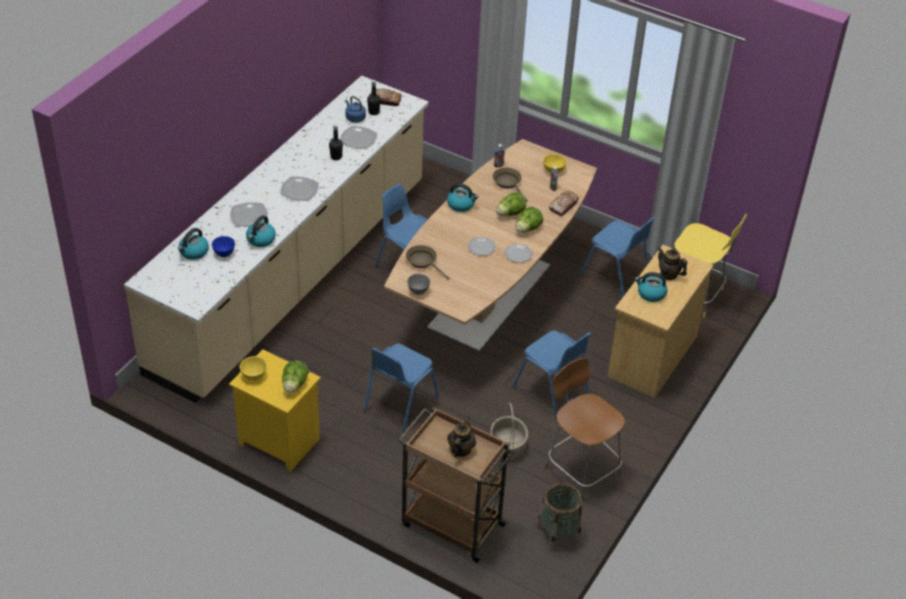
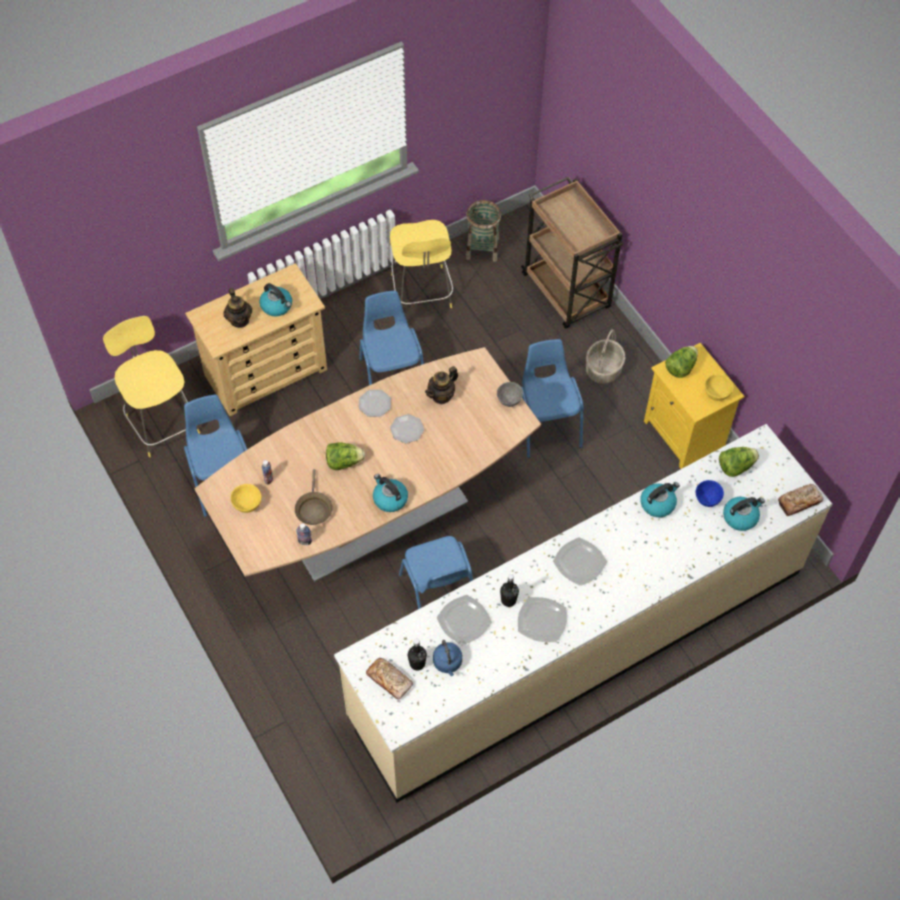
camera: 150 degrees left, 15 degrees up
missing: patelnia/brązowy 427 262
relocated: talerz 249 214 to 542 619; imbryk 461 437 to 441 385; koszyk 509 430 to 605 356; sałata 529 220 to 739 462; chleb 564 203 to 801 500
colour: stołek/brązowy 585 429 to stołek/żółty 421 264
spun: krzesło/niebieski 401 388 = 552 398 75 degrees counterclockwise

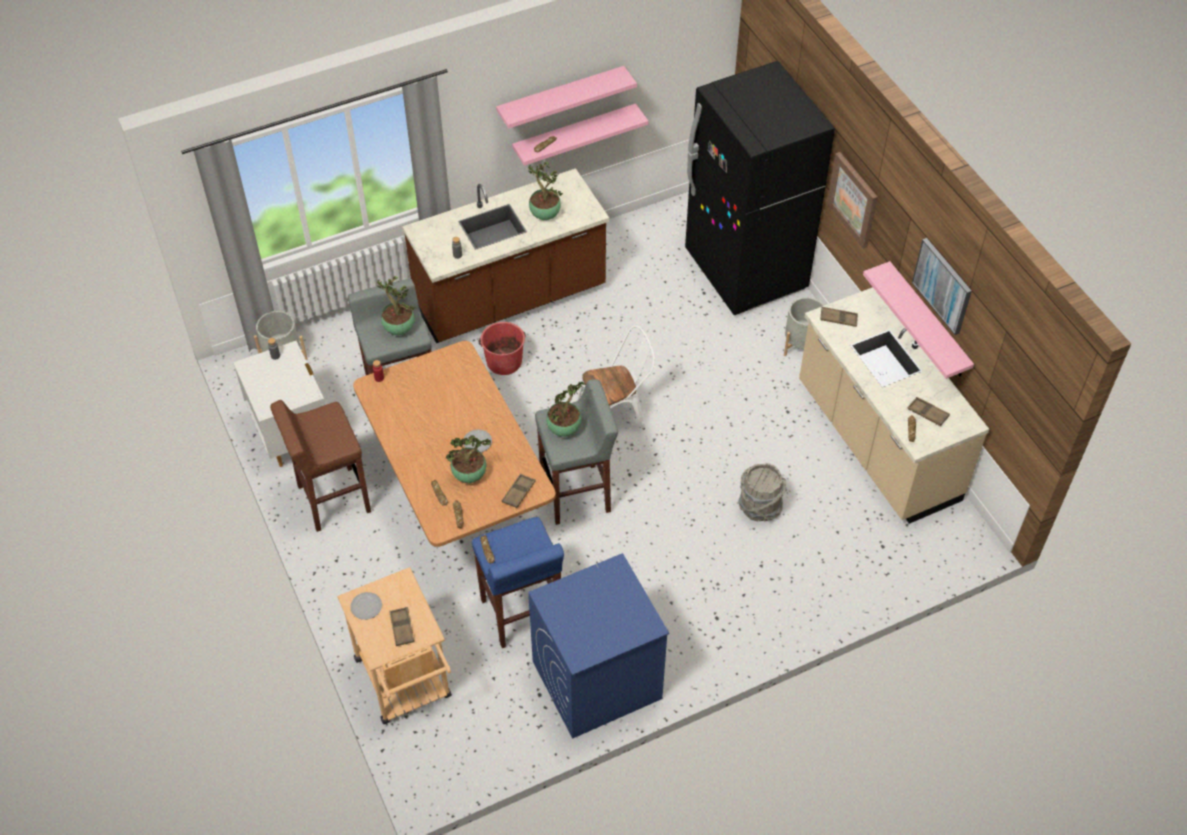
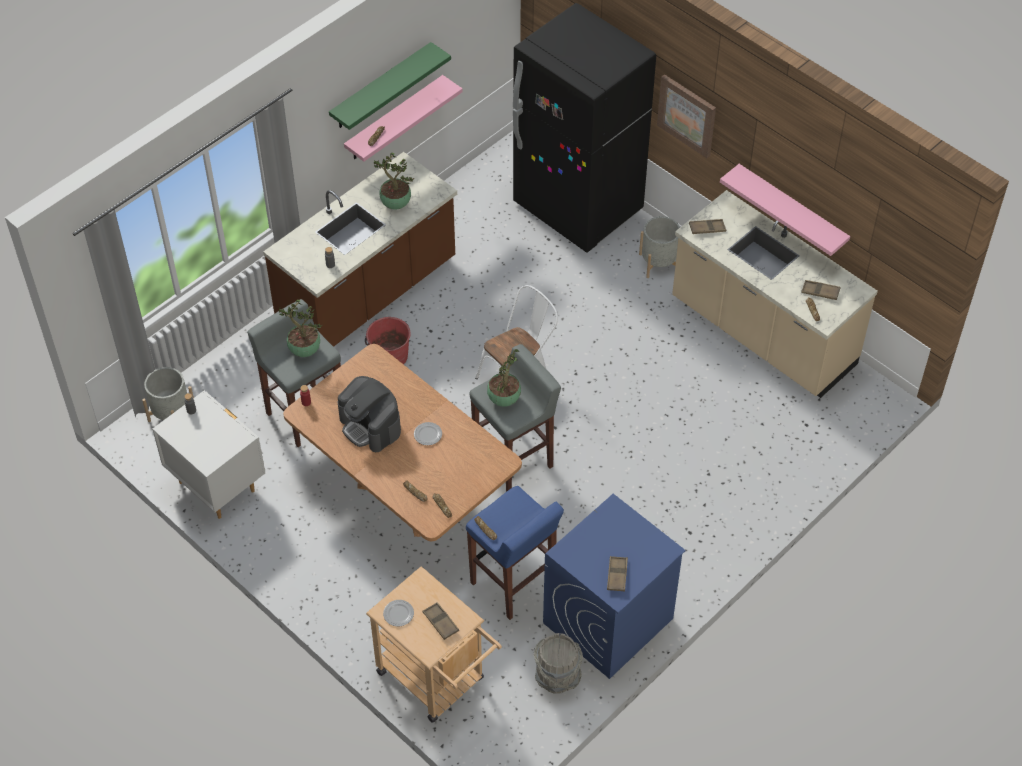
camera: 20 degrees left, 0 degrees up
missing: stołek/brązowy 320 466; roślina doniczkowa 469 459; obraz 942 286
appeared: ekspres do kawy 369 414
relocated: taca/brązowy 519 491 to 617 573; wiadro/szary 762 492 to 558 663
colour: półka/różowy 566 97 to półka/zielony 390 86

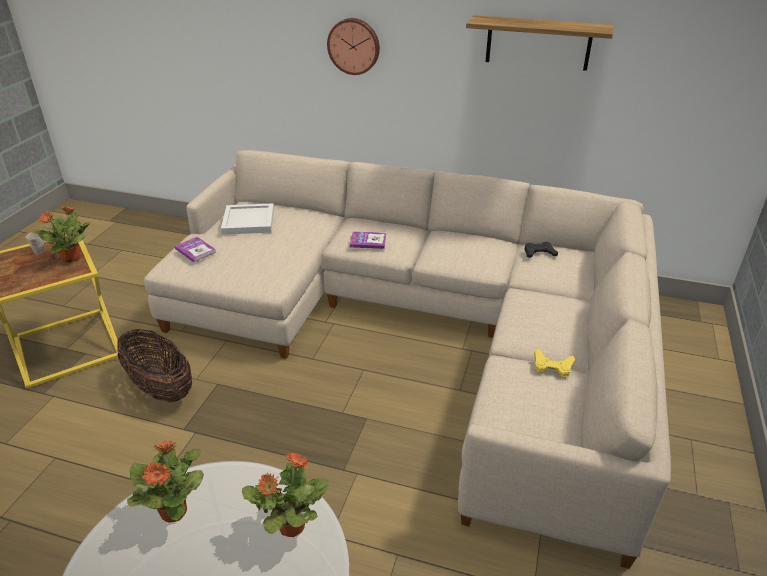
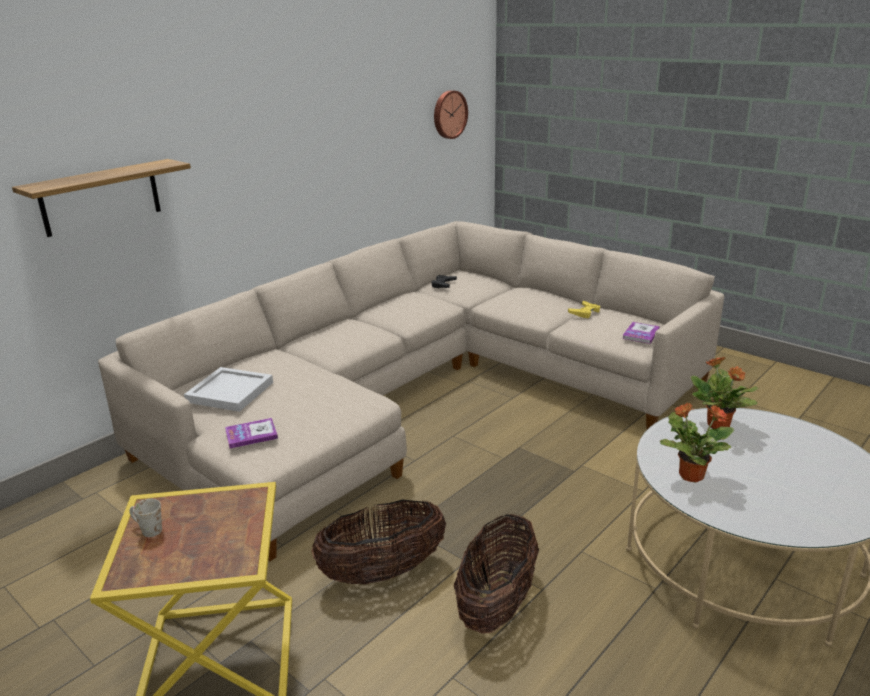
camera: 65 degrees left, 10 degrees down
missing: roślina doniczkowa 61 234
appeared: koszyk 496 573
relocated: zegar ścienny 353 46 to 451 114; książka 368 240 to 641 333; półka 539 43 to 101 198

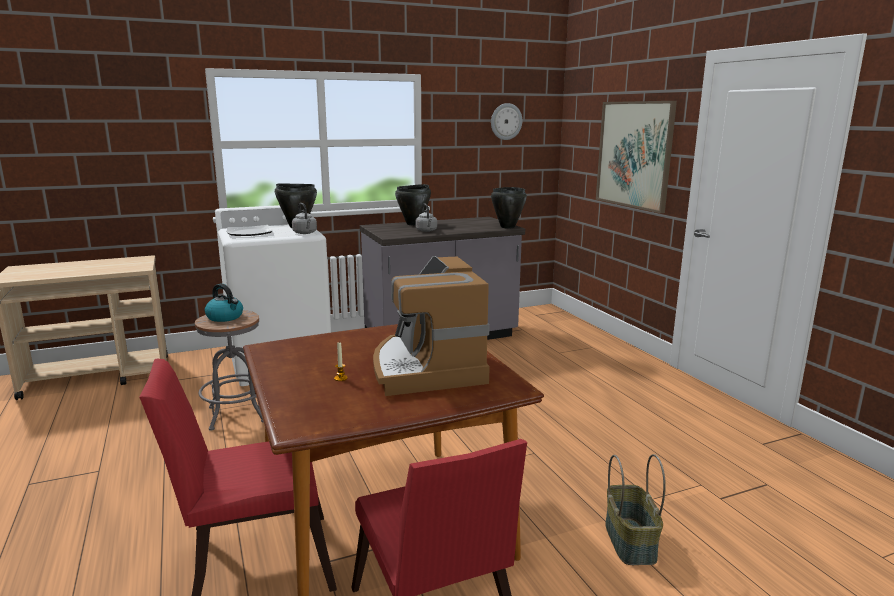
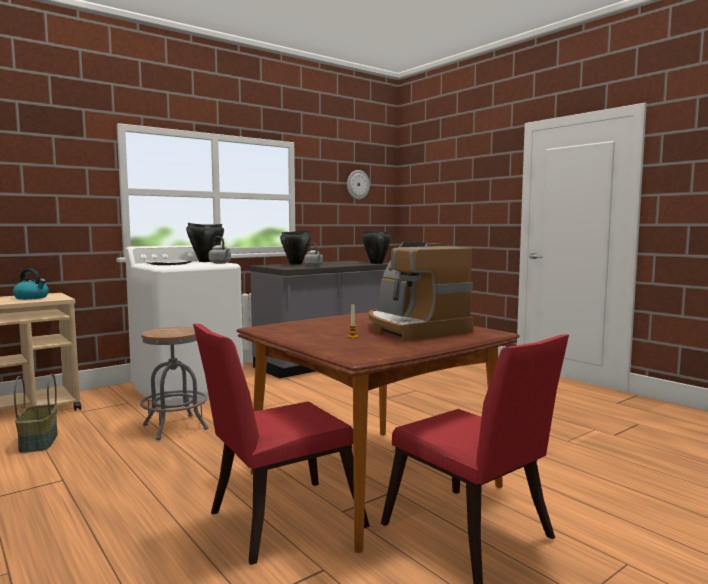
camera: 15 degrees left, 10 degrees down
missing: obraz 636 157
relocated: czajnik 224 302 to 31 284; koszyk 635 509 to 36 413

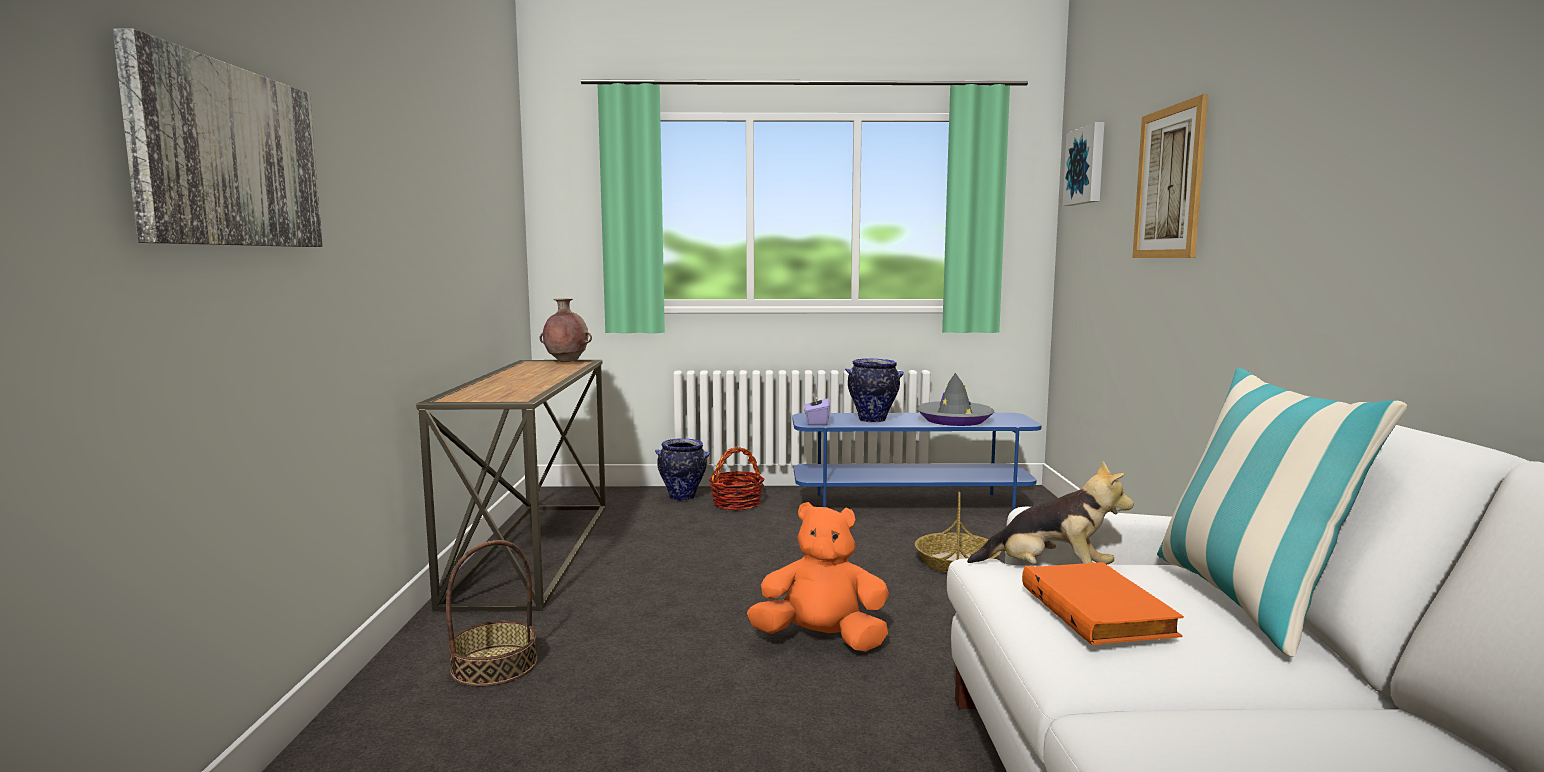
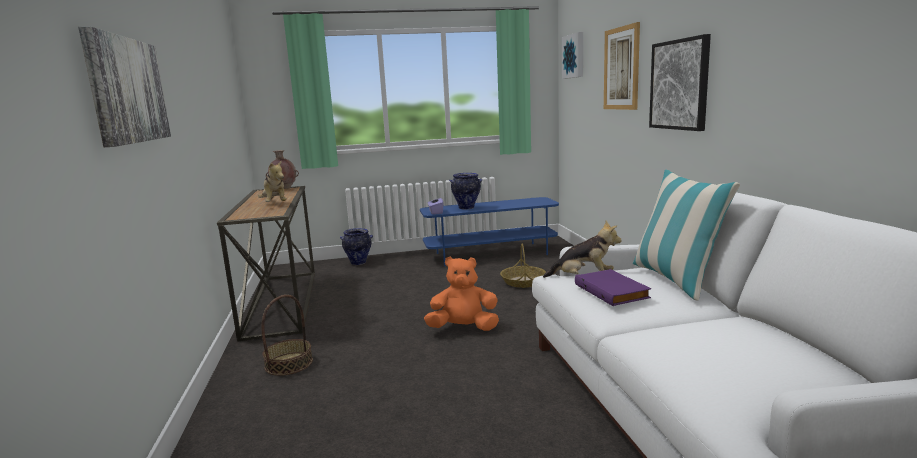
camera: 10 degrees left, 5 degrees up
missing: koszyk 737 478; kapelusz/szary 955 399
appeared: pluszak 272 181; obraz 680 82
colour: książka/pomarańczowy 1103 603 to książka/fioletowy 613 287

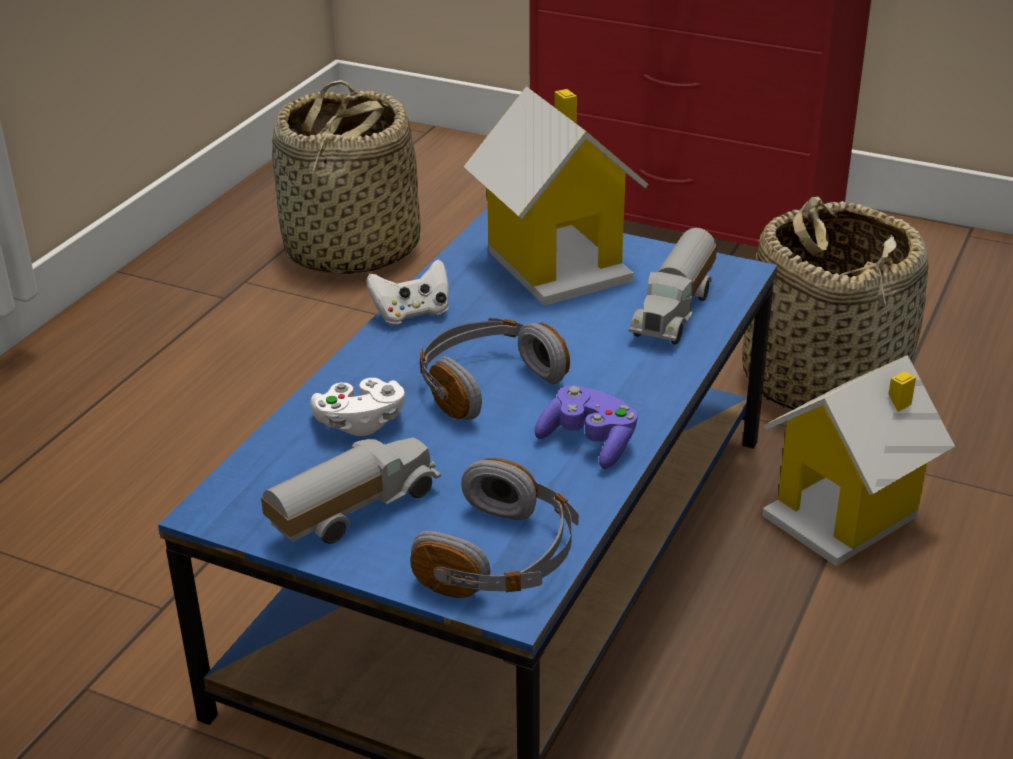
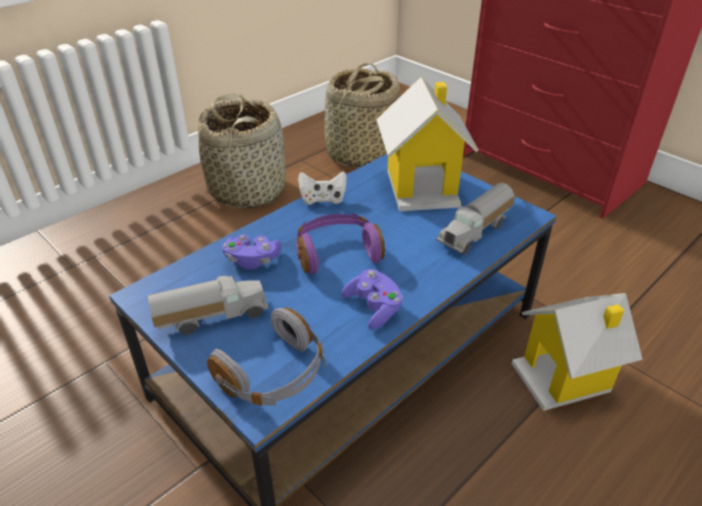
camera: 20 degrees right, 5 degrees up
relocated: koszyk 835 304 to 242 151
colour: pad do gier/biały 357 407 to pad do gier/fioletowy 252 252; słuchawki/szary 495 369 to słuchawki/fioletowy 340 244

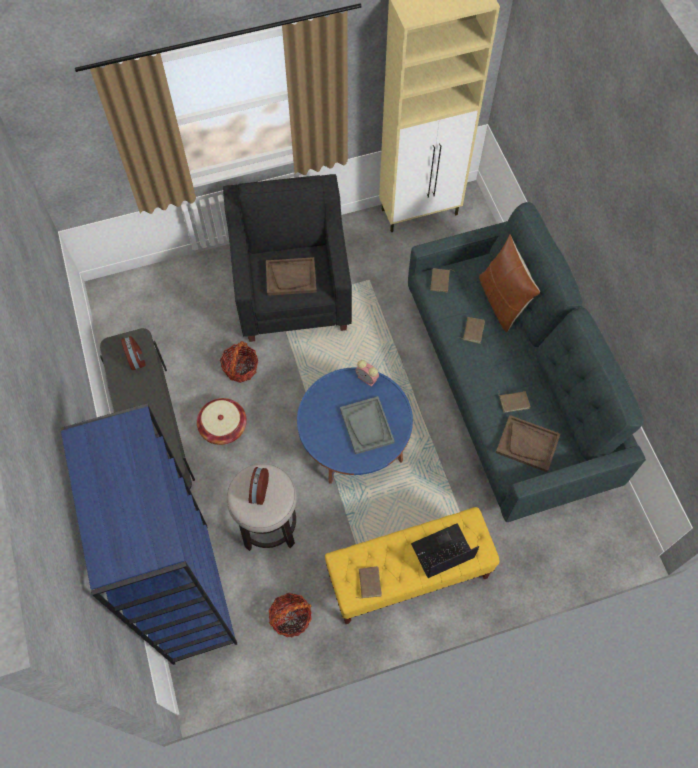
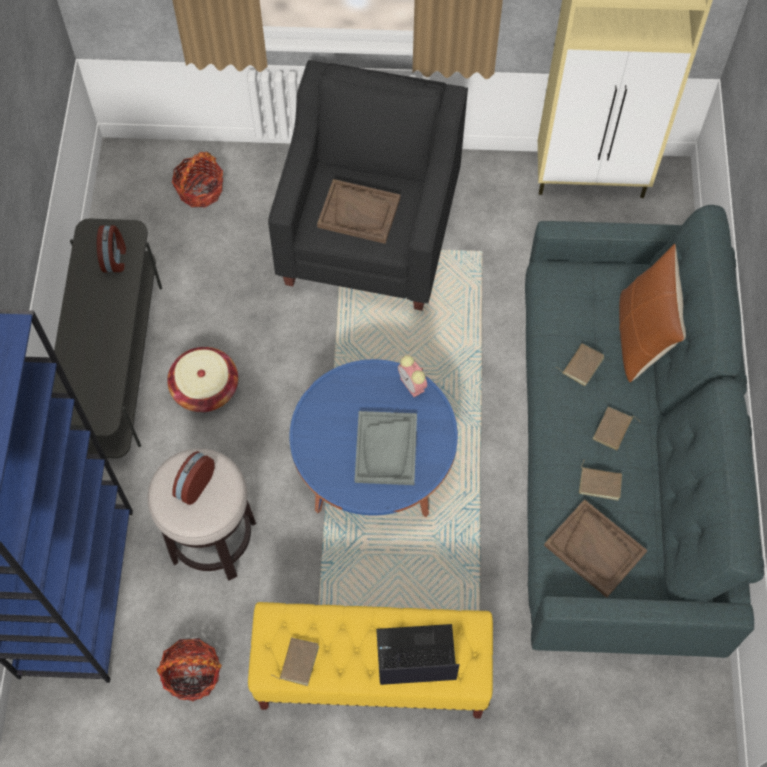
camera: 20 degrees right, 0 degrees up
relocated: koszyk 239 362 to 197 180; książka/brązowy 442 280 to 616 429

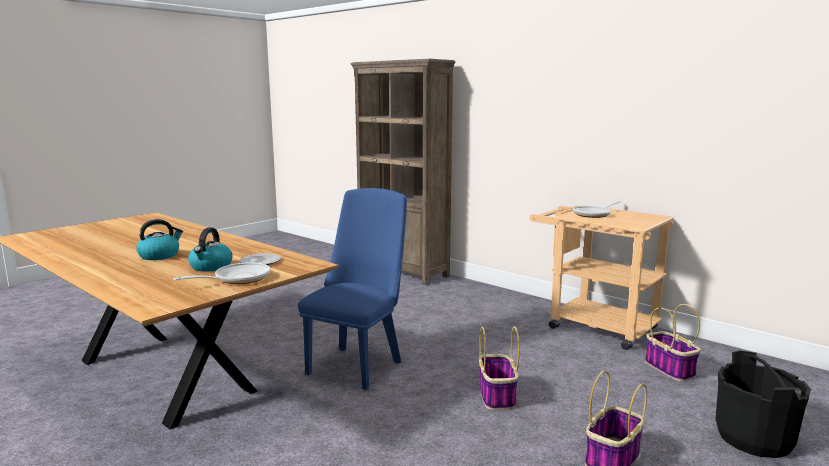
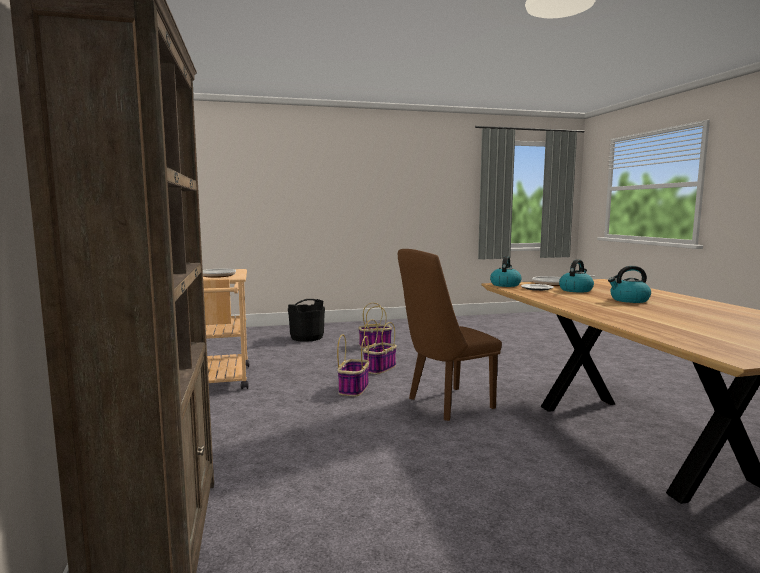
camera: 145 degrees left, 5 degrees down
appeared: czajnik 505 271
relocated: koszyk 673 342 to 353 365
colour: krzesło/niebieski 352 289 to krzesło/brązowy 450 335

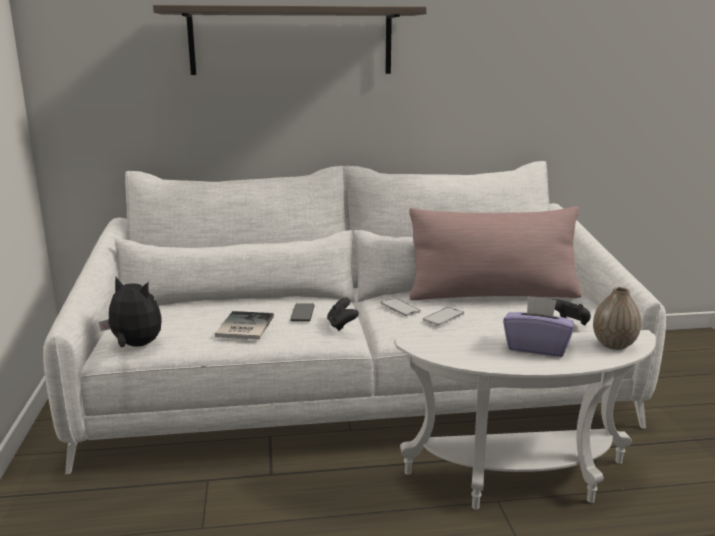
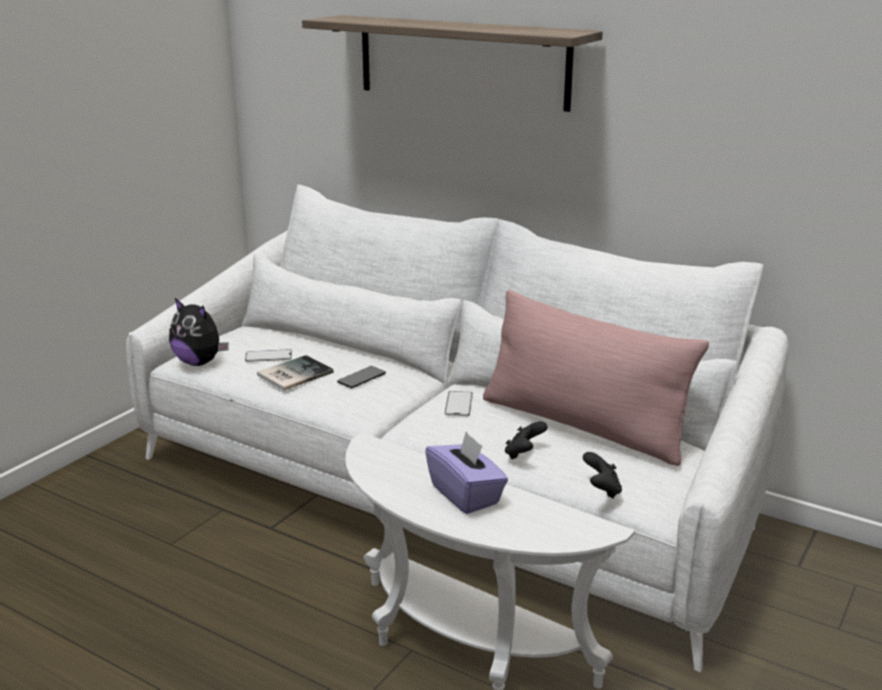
camera: 40 degrees right, 5 degrees up
missing: wazon 617 318
relocated: pad do gier/czarny 343 314 to 526 440; telefon 443 316 to 268 355
spun: pluszak 130 312 = 199 332 150 degrees clockwise

